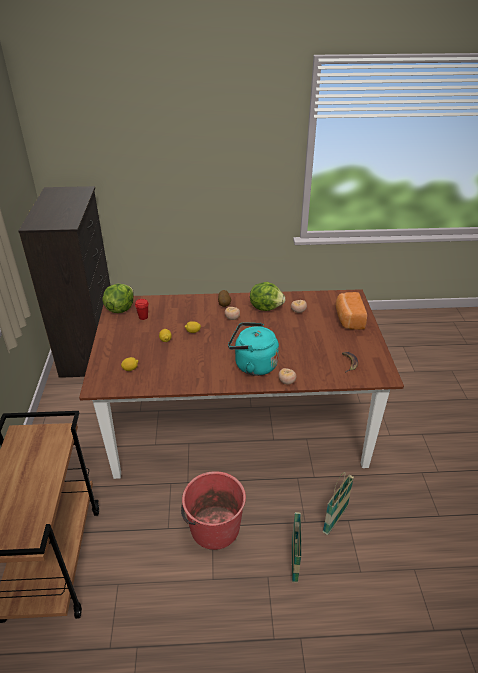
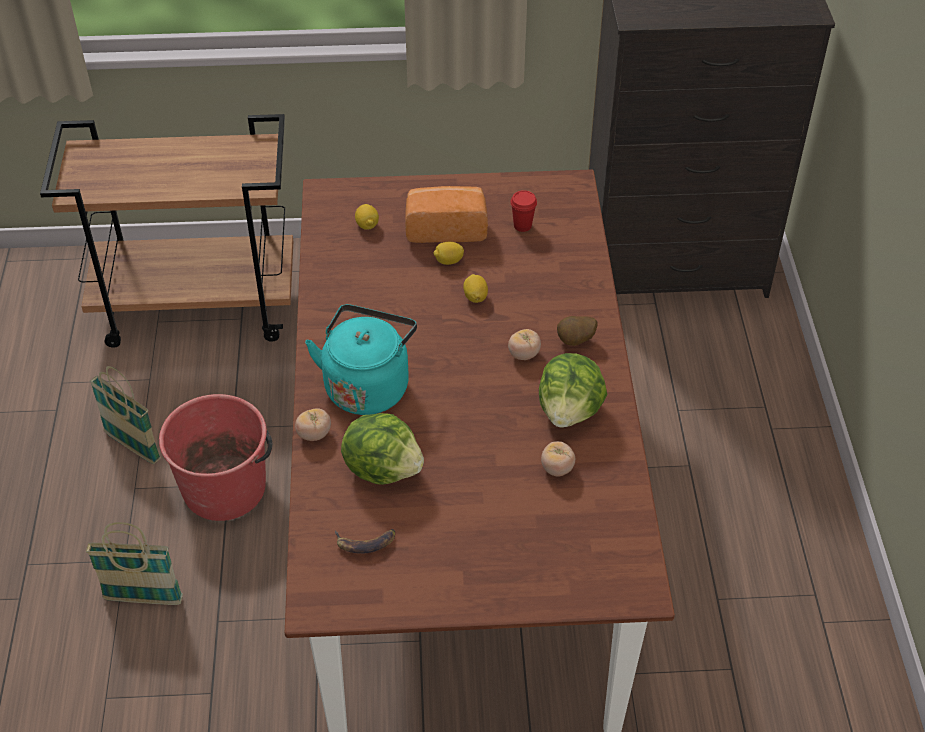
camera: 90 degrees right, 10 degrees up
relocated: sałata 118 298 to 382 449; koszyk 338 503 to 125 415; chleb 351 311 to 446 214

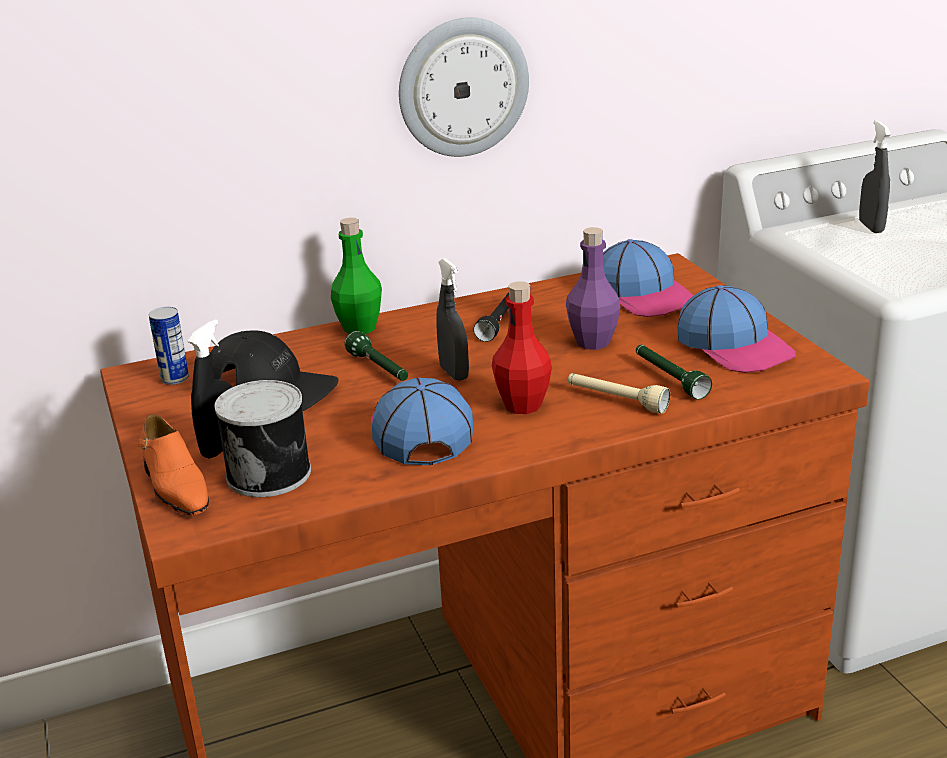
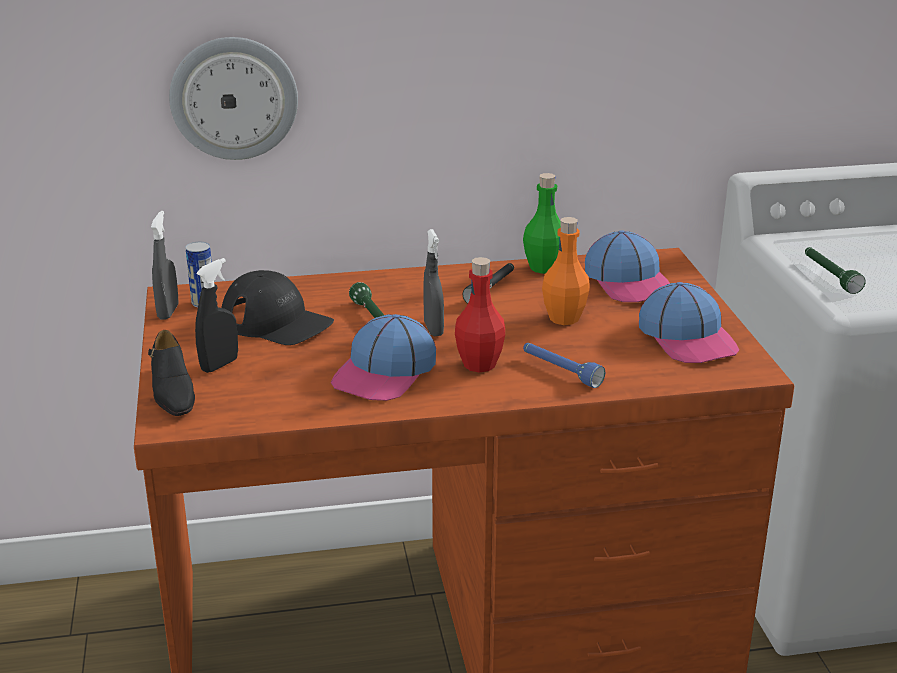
camera: 10 degrees right, 0 degrees up
missing: puszka 262 438
relocated: butelka/zielony 356 276 to 542 223; zegar ścienny 464 87 to 233 98; latarka/zielony 674 372 to 835 270; spryskiwacz/szary 875 176 to 164 265
colour: but/pomarańczowy 173 465 to but/czarny 171 373; butelka/fioletowy 593 288 to butelka/pomarańczowy 566 271; latarka/beżowy 619 393 to latarka/niebieski 564 365
spun: czapka z daszkiem 422 421 = 383 357 150 degrees counterclockwise

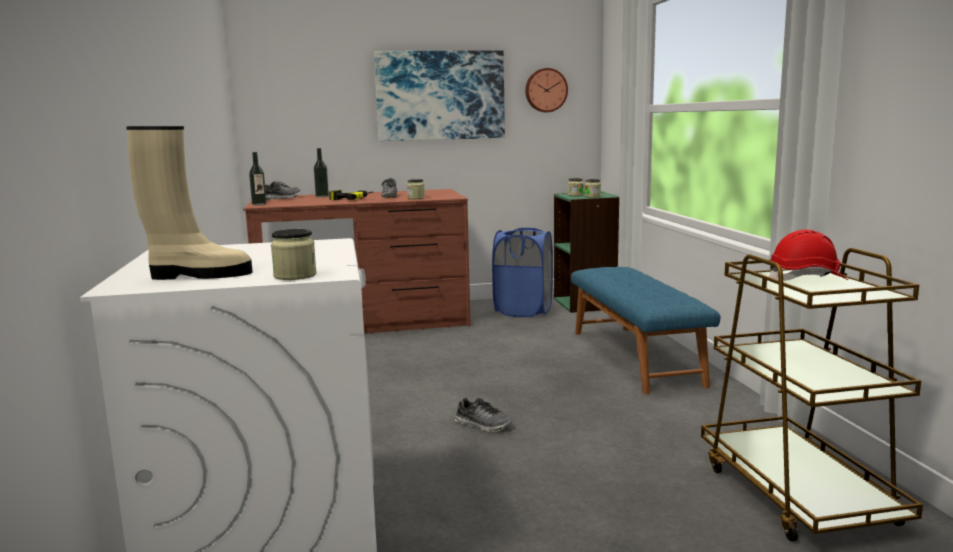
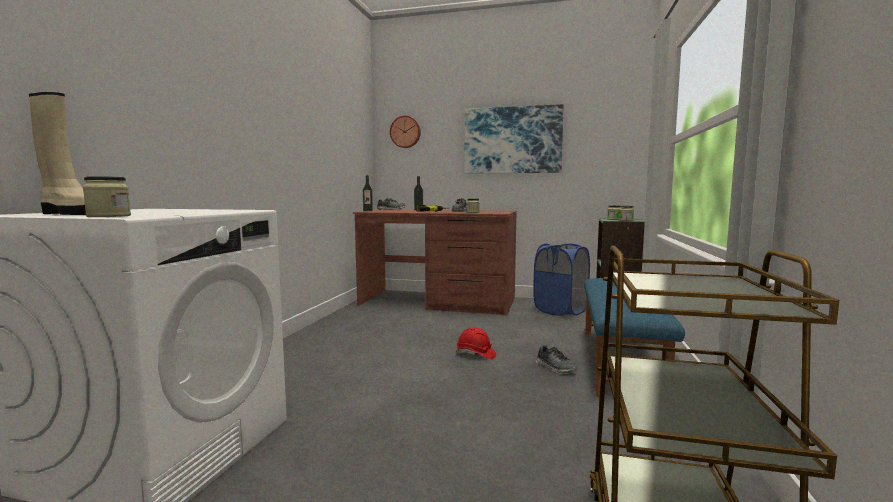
camera: 25 degrees right, 5 degrees down
relocated: but 484 414 to 556 359; zegar ścienny 546 90 to 405 132; kask/czerwony 808 255 to 476 343

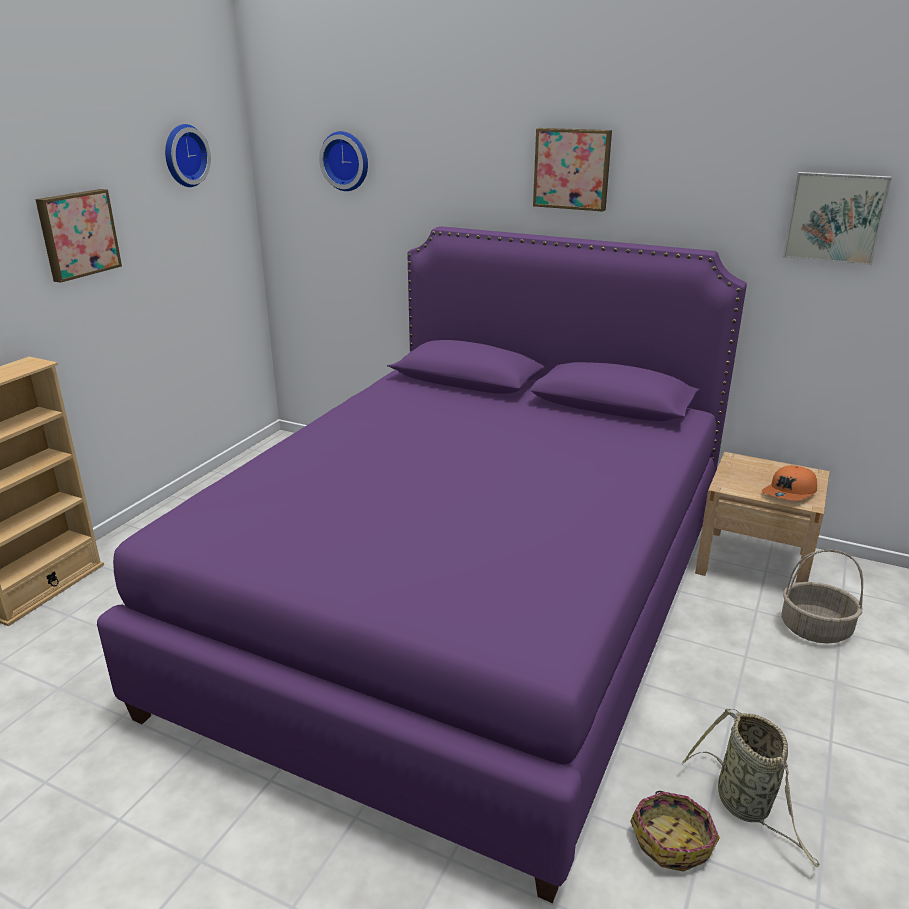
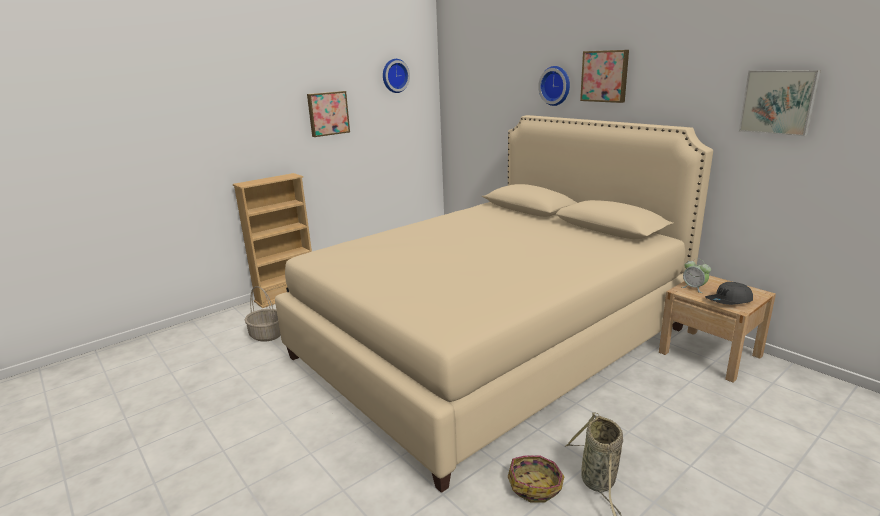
camera: 25 degrees right, 5 degrees down
appeared: budzik 696 275
relocated: zegar ścienny 343 161 to 554 86; koszyk 822 597 to 263 314
colour: łóżko/fioletowy 422 564 to łóżko/beżowy 494 304; czapka z daszkiem/pomarańczowy 789 483 to czapka z daszkiem/szary 729 293

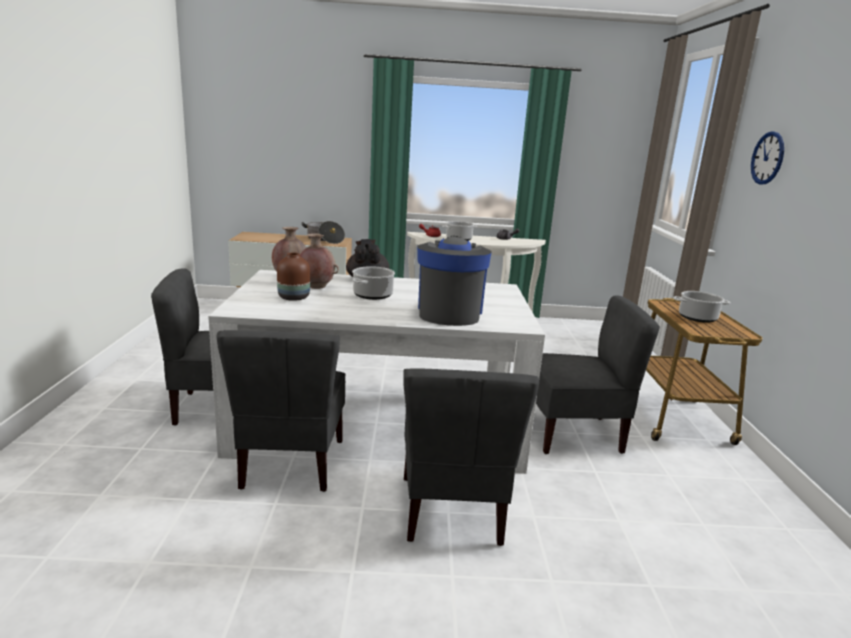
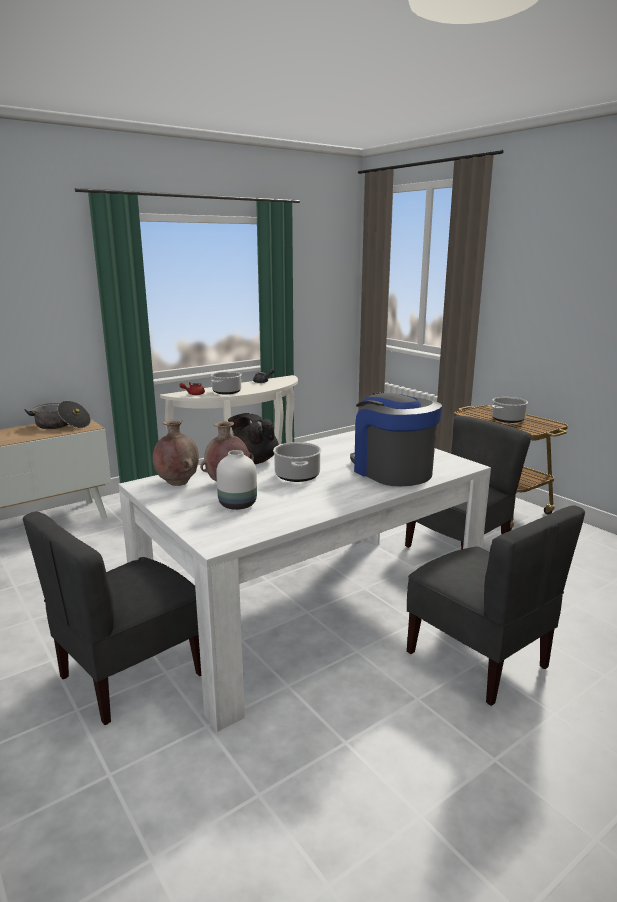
camera: 35 degrees left, 0 degrees up
missing: krzesło/szary 281 411; zegar ścienny 767 158
colour: wazon/brązowy 293 276 to wazon/biały 236 480

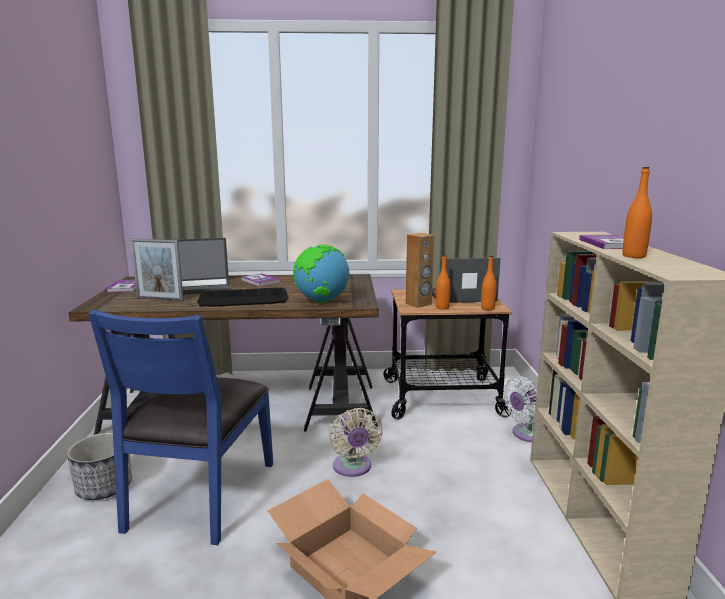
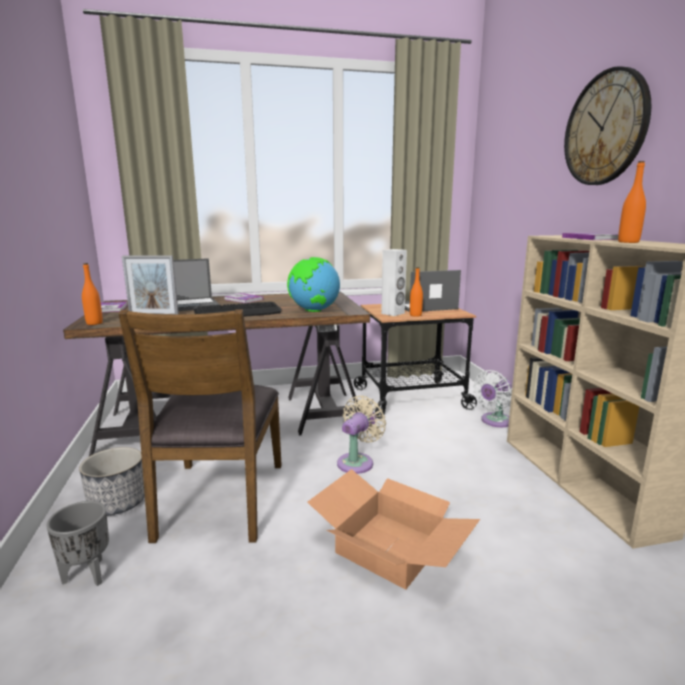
camera: 10 degrees left, 0 degrees up
appeared: donica/szary 77 543; zegar ścienny 607 125
relocated: butelka/pomarańczowy 488 283 to 92 294
colour: krzesło/niebieski 180 427 to krzesło/brązowy 200 426; głośnik/brązowy 420 270 to głośnik/biały 394 282
spun: wentylator/beżowy 356 442 = 361 435 120 degrees counterclockwise

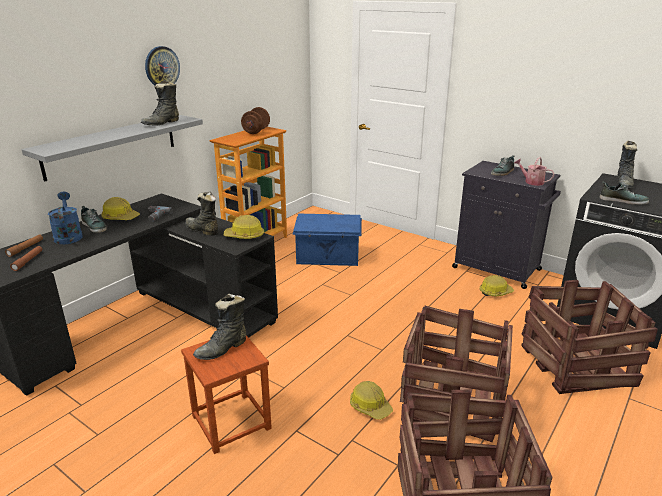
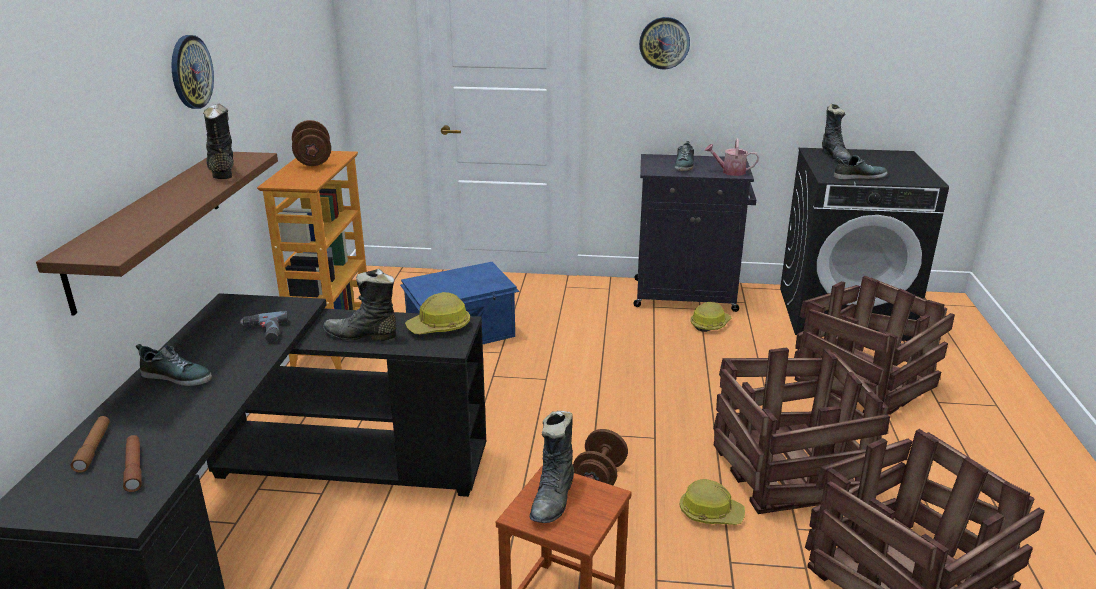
camera: 30 degrees left, 0 degrees up
missing: konewka/niebieski 65 218; kask 120 208
appeared: hantel/brązowy 600 457; zegar ścienny 664 43
colour: półka/szary 112 148 to półka/brązowy 157 234
spun: but z cholewką/czarny 159 103 = 218 141 150 degrees clockwise

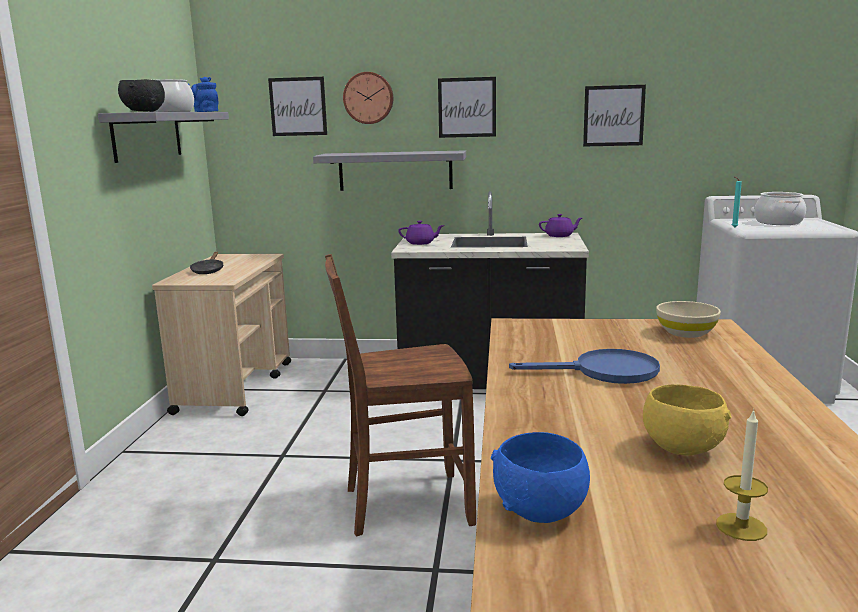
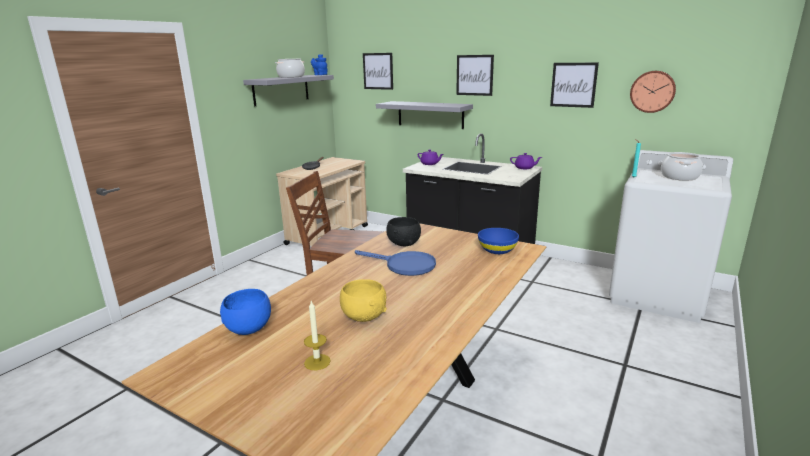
camera: 25 degrees right, 5 degrees up
relocated: miska/czarny 141 95 to 403 231; zegar ścienny 368 98 to 653 92
colour: miska/beżowy 688 319 to miska/niebieski 498 241

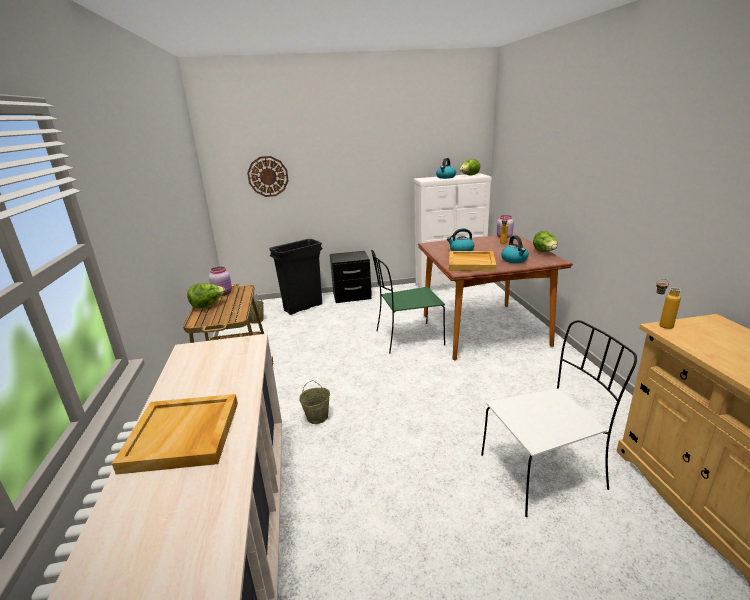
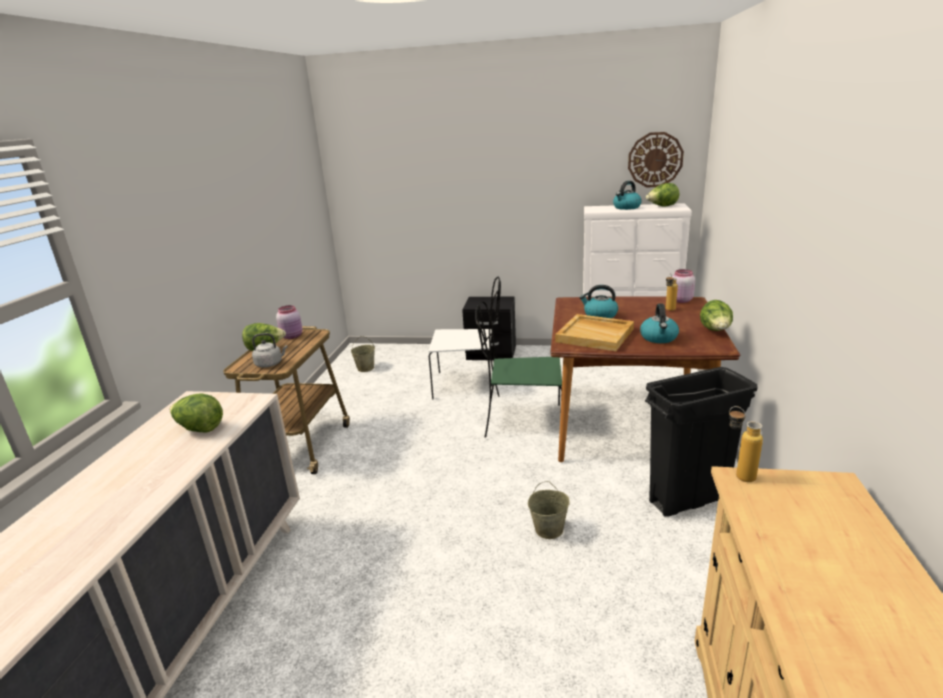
camera: 20 degrees right, 0 degrees up
missing: taca/beżowy 175 434
appeared: sałata 196 412; czajnik/szary 270 350
relocated: zegar ścienny 268 176 to 656 159; kosz na śmieci/czarny 295 277 to 701 442; wiadro/beżowy 314 402 to 549 510; krzesło/biały 559 418 to 464 338

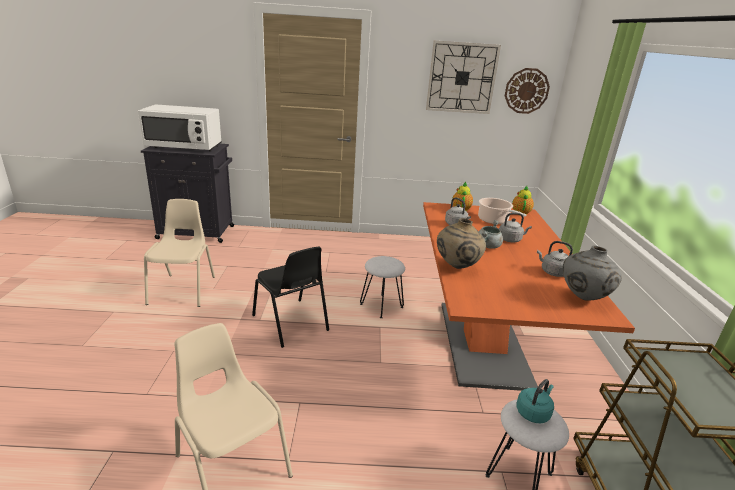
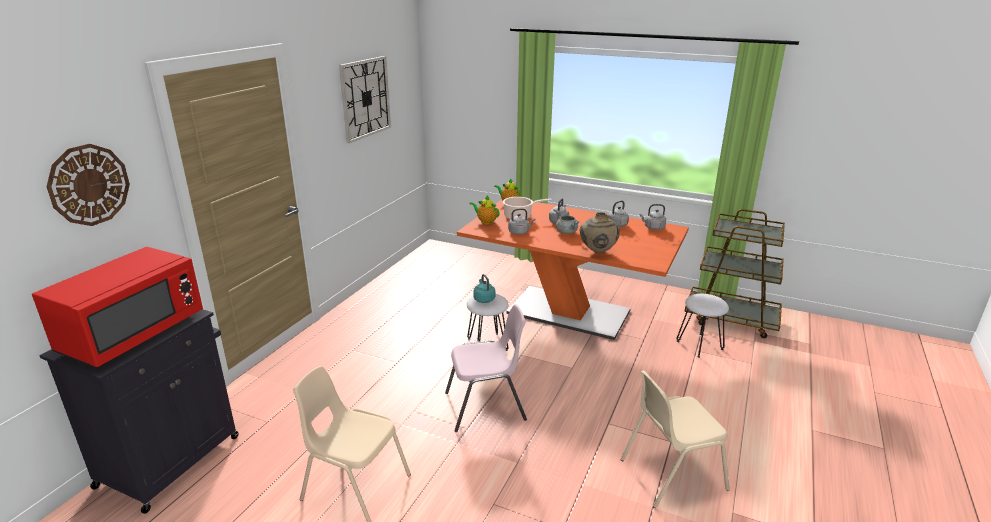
camera: 65 degrees left, 0 degrees up
relocated: zegar ścienny 527 91 to 88 185; czajnik/turkusowy 535 401 to 484 288
exchanged: wazon/szary 592 273 to czajnik/szary 653 217
colour: mikrofalówka/biały 180 128 to mikrofalówka/czerwony 117 307; krzesło/czarny 290 297 to krzesło/różowy 486 368

